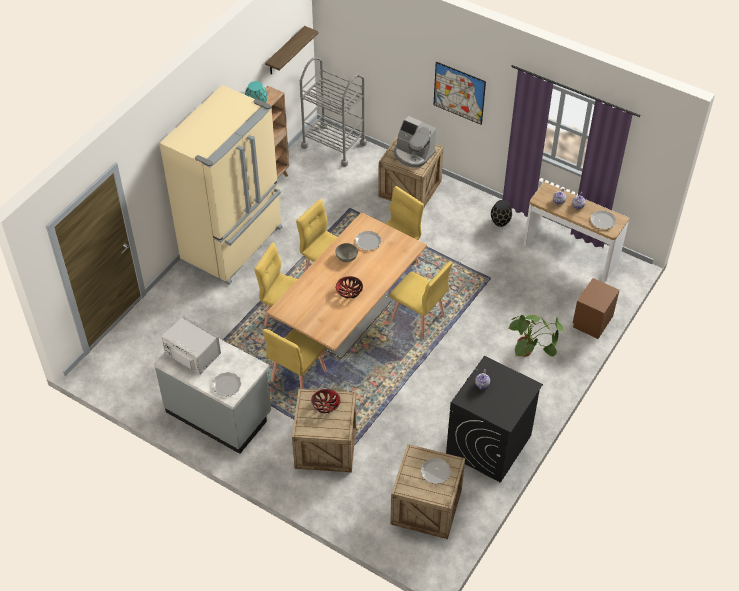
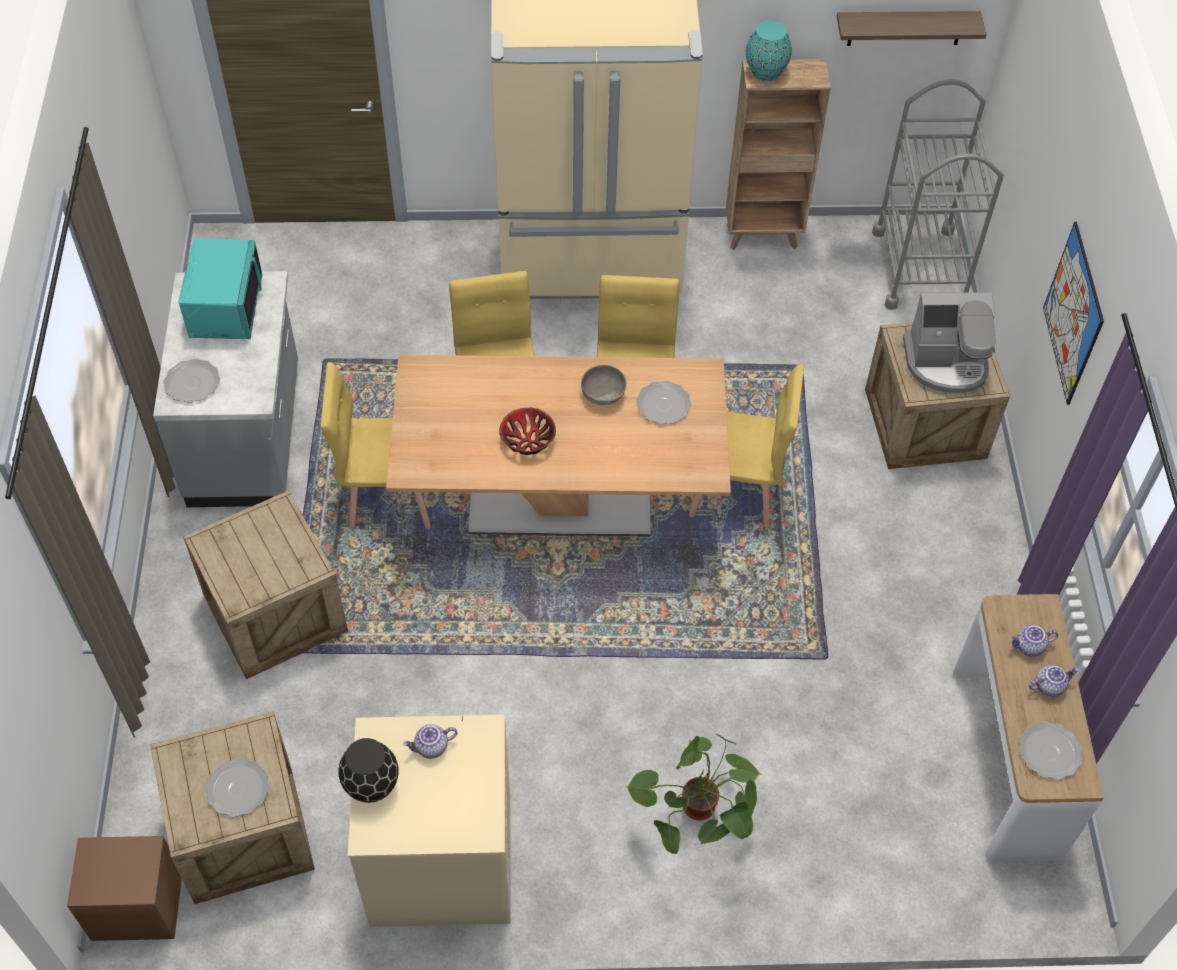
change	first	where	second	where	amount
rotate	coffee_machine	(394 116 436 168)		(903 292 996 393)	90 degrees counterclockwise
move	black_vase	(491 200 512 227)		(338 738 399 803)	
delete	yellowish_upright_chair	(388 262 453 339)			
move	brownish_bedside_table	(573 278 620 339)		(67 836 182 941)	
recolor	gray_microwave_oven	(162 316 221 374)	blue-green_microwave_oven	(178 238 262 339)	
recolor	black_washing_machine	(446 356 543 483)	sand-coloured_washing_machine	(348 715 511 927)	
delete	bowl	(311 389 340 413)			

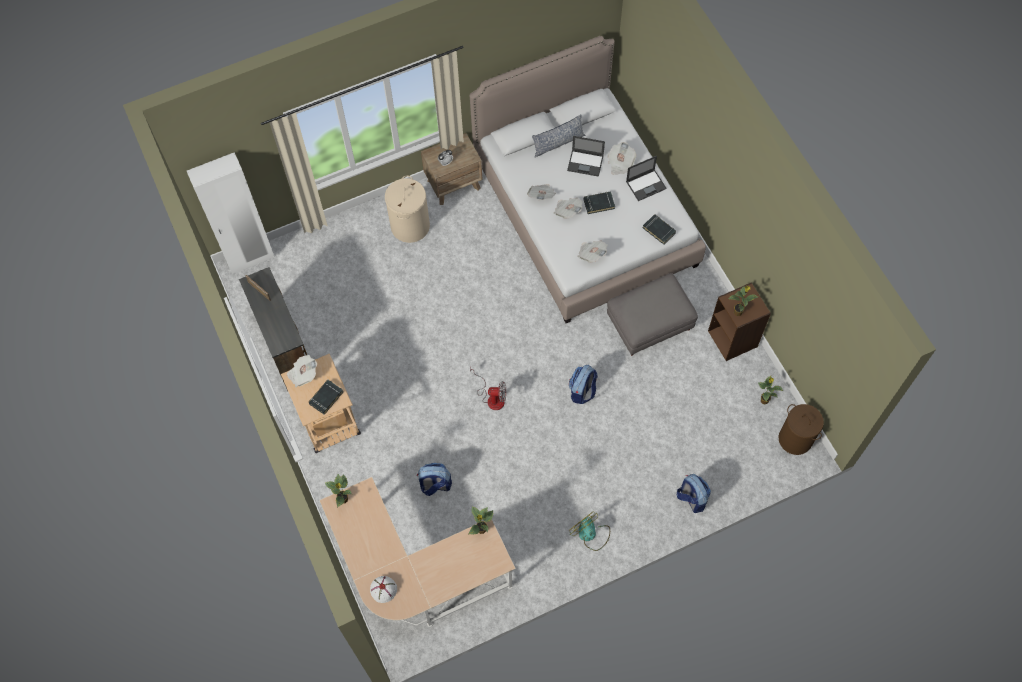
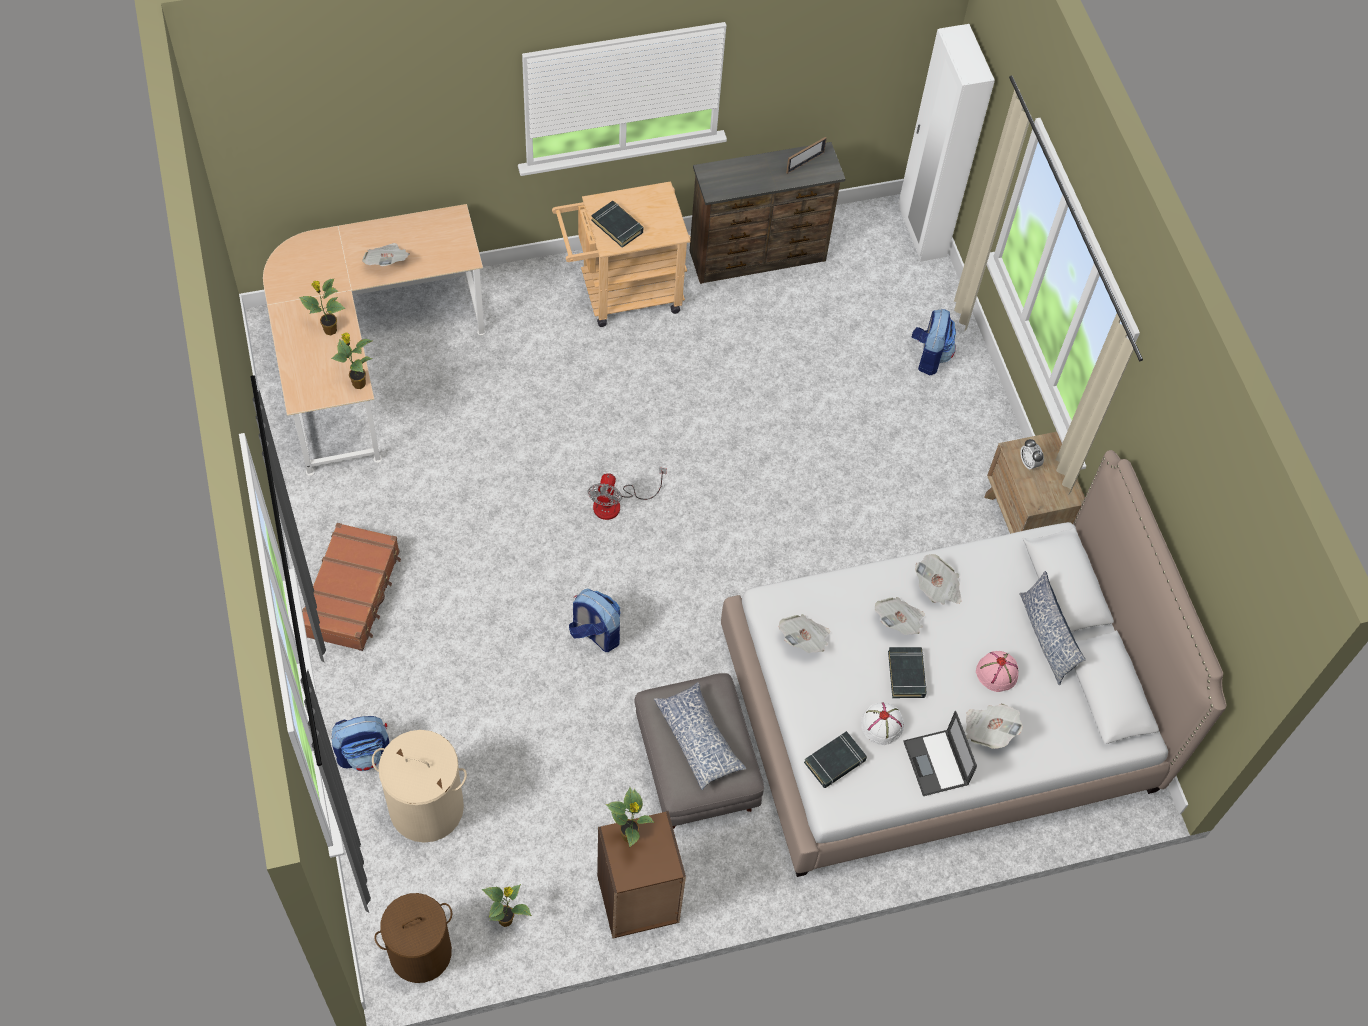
change	first	where	second	where	amount
replace	laptop	(567 136 605 177)	pinkish_clothing_hat	(976 651 1018 692)	
move	sand-coloured_laundry_basket	(385 175 430 243)		(372 730 467 843)	
move	newspaper	(287 355 317 387)		(362 243 410 267)	
move	rucksack	(417 463 452 496)		(912 309 956 375)	
move	potted_plant	(325 474 352 508)		(299 278 345 335)	
replace	electric_fan	(569 511 610 551)	brownish_travel_case	(302 523 401 651)	
move	white-coloured_clothing_hat	(370 576 397 603)		(861 703 904 745)	
insert			pillow	(654 682 746 790)	

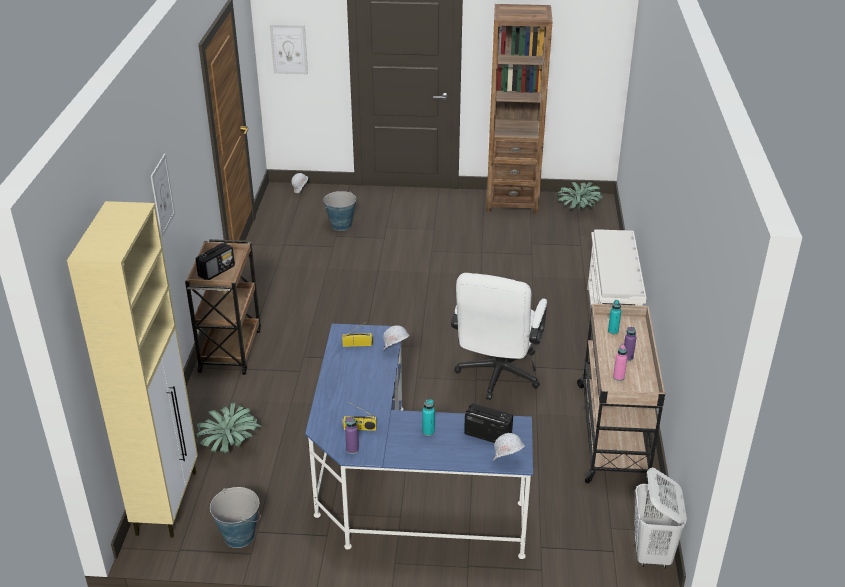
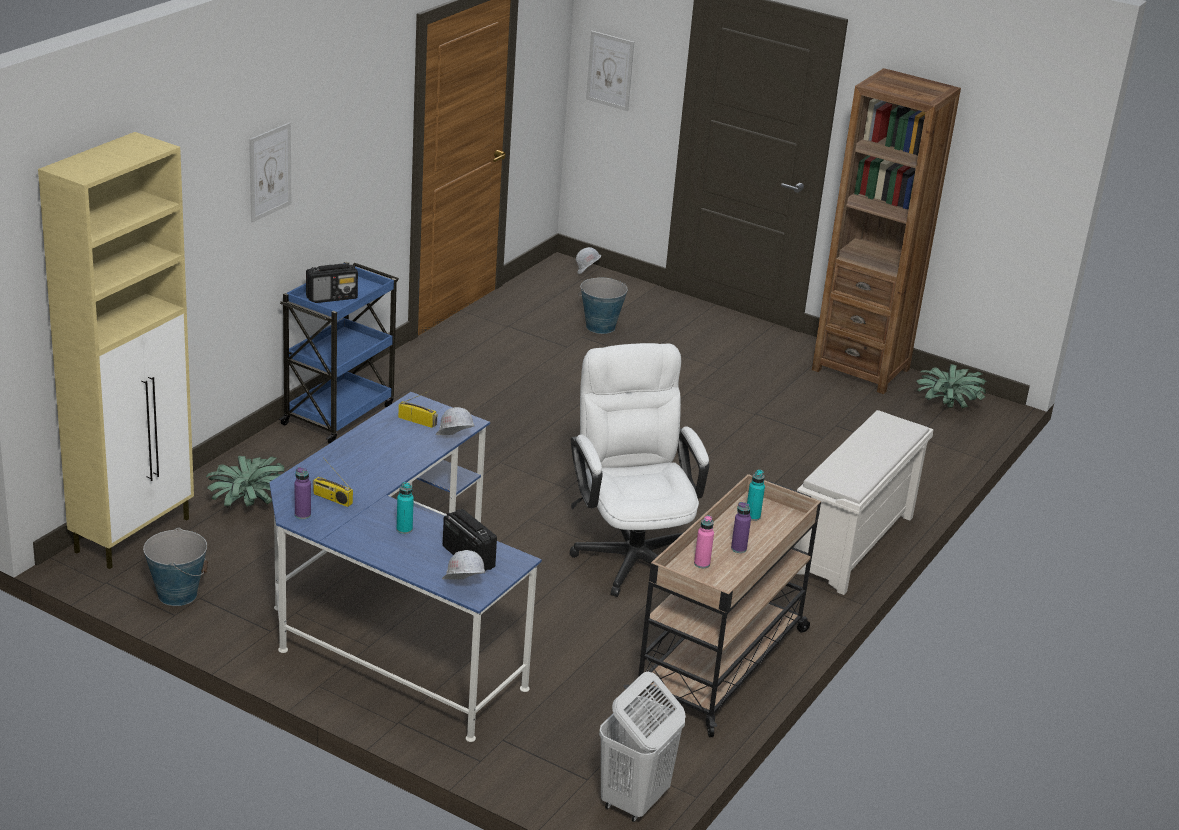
change	first	where	second	where	amount
recolor	brownish_cart	(185 239 261 375)	blue_cart	(279 261 399 444)	
rotate	white-coloured_desk_chair	(451 273 547 400)		(570 343 709 597)	120 degrees clockwise

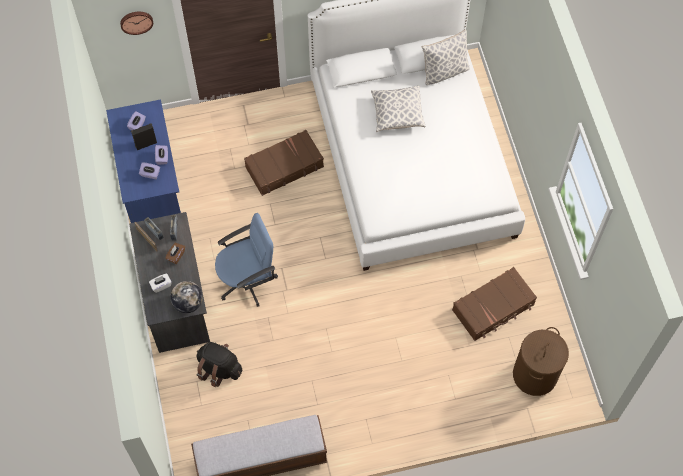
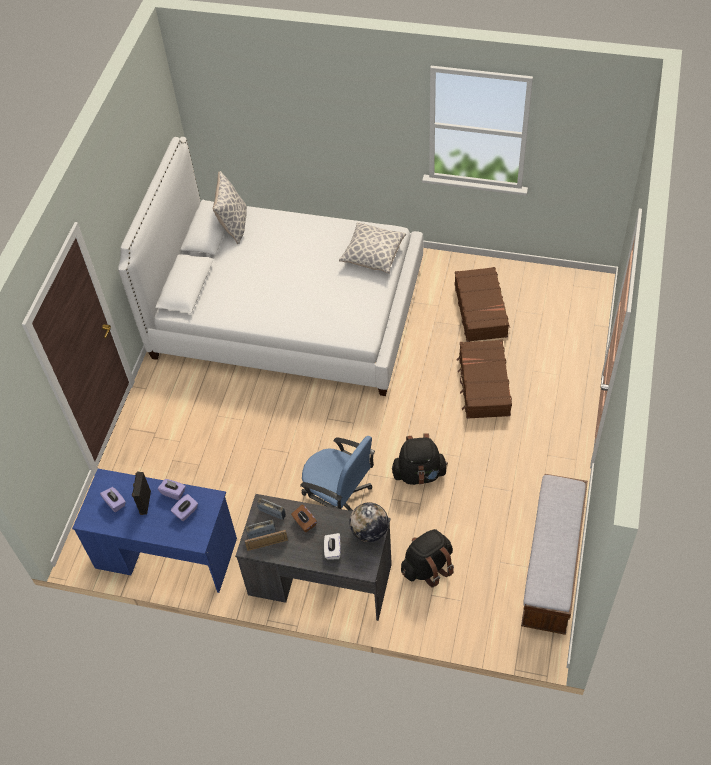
change	first	where	second	where	amount
delete	clock_on_the_wall	(120 12 153 35)			
move	pillow	(371 86 426 132)		(339 222 406 274)	
move	brownish_travel_case	(244 130 324 196)		(456 340 512 419)	
rotate	blue_desk_chair	(215 213 278 307)		(300 436 375 511)	120 degrees clockwise
delete	brownish_laundry_basket	(513 327 569 396)			
insert			black_rucksack	(392 433 448 485)	

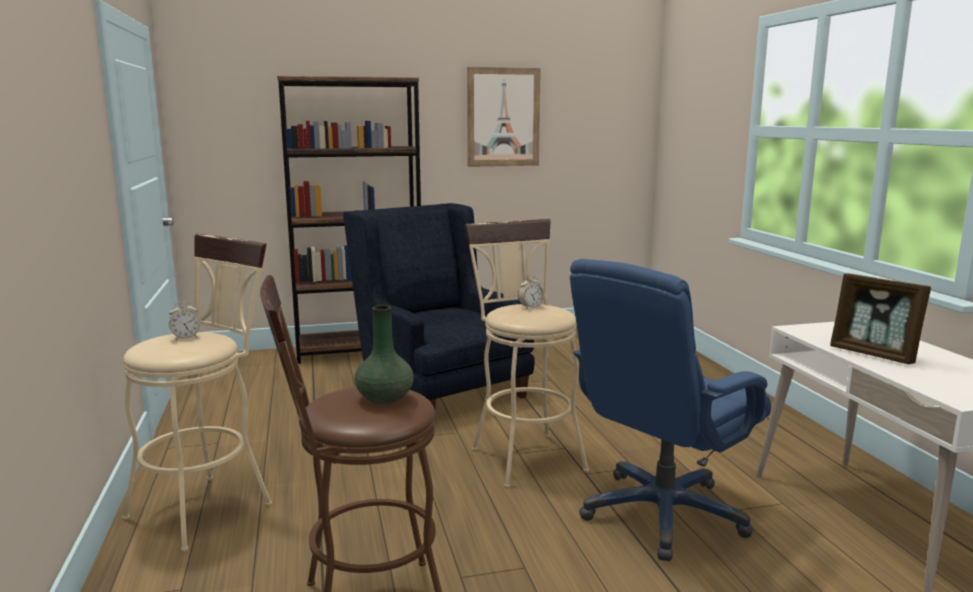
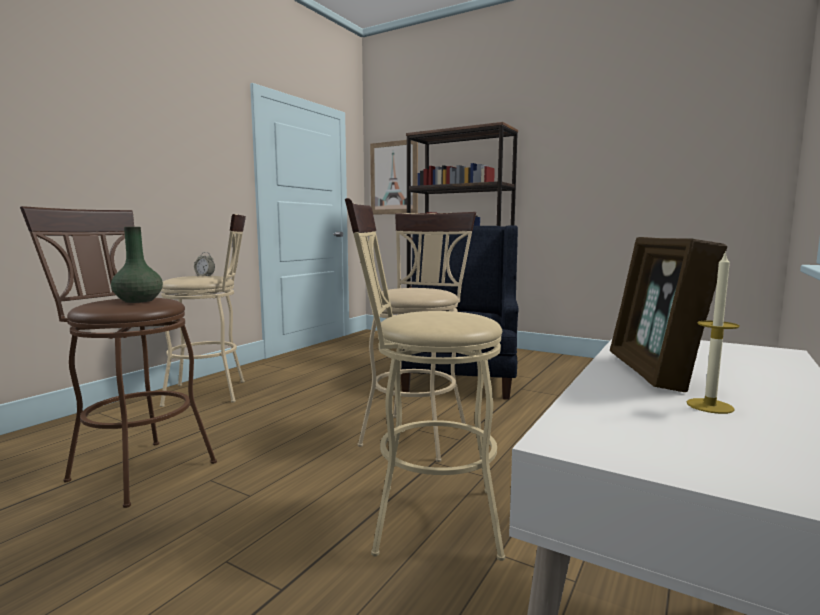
change	first	where	second	where	amount
move	picture	(467 67 541 167)		(370 140 418 215)	
replace	blue_desk_chair	(570 259 771 561)	sand-coloured_stool	(345 198 505 561)	
delete	alarm_clock	(518 275 545 309)			
insert			wax_candle	(686 251 740 414)	

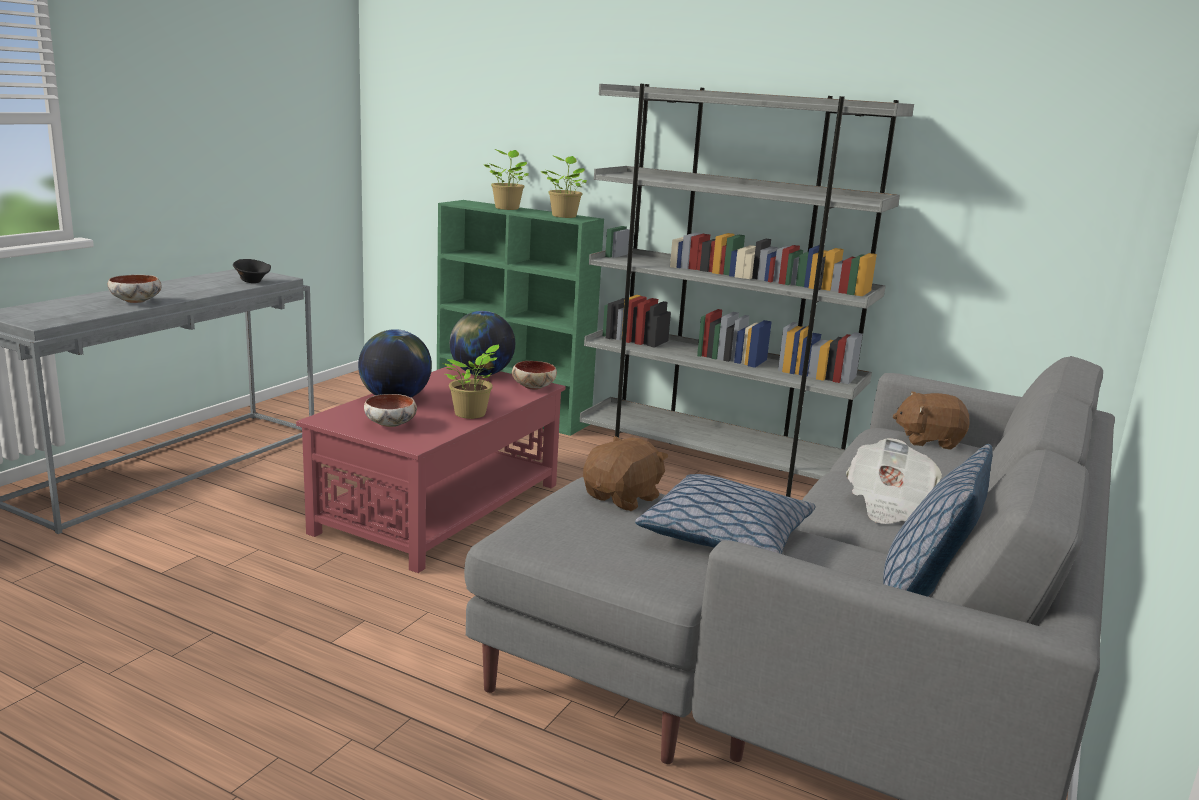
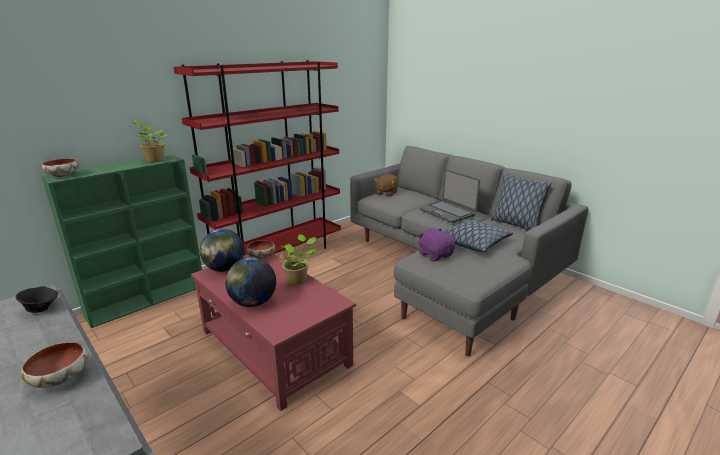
change	first	where	second	where	amount
recolor	gray_shelving_unit	(580 84 914 497)	reddish_shelving_unit	(174 60 341 255)	
delete	potted_plant	(484 149 529 210)			
move	bowl	(364 394 417 427)		(42 158 78 177)	
recolor	brownish_cuddly_toy	(583 436 669 511)	purplish_cuddly_toy	(418 228 455 261)	
replace	newspaper	(846 438 942 524)	laptop	(419 169 480 223)	

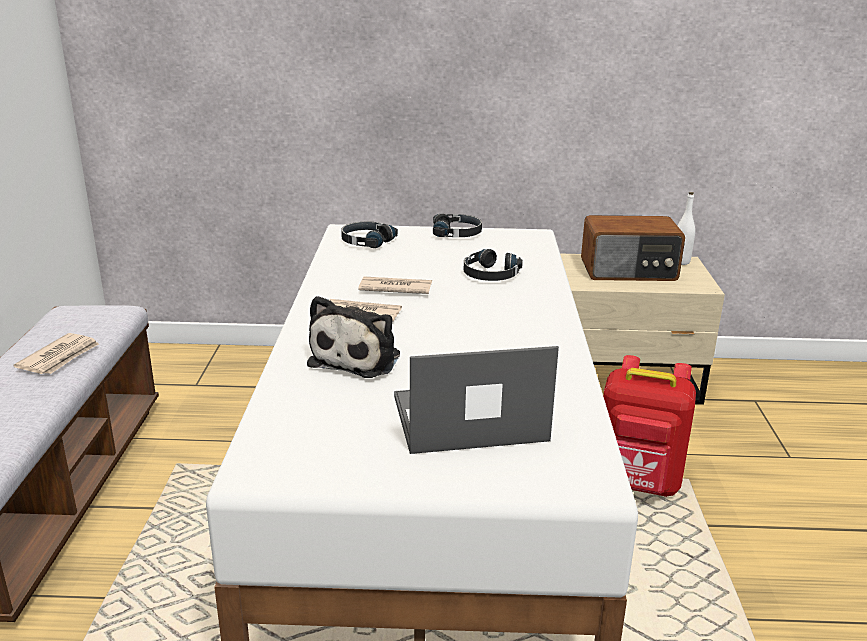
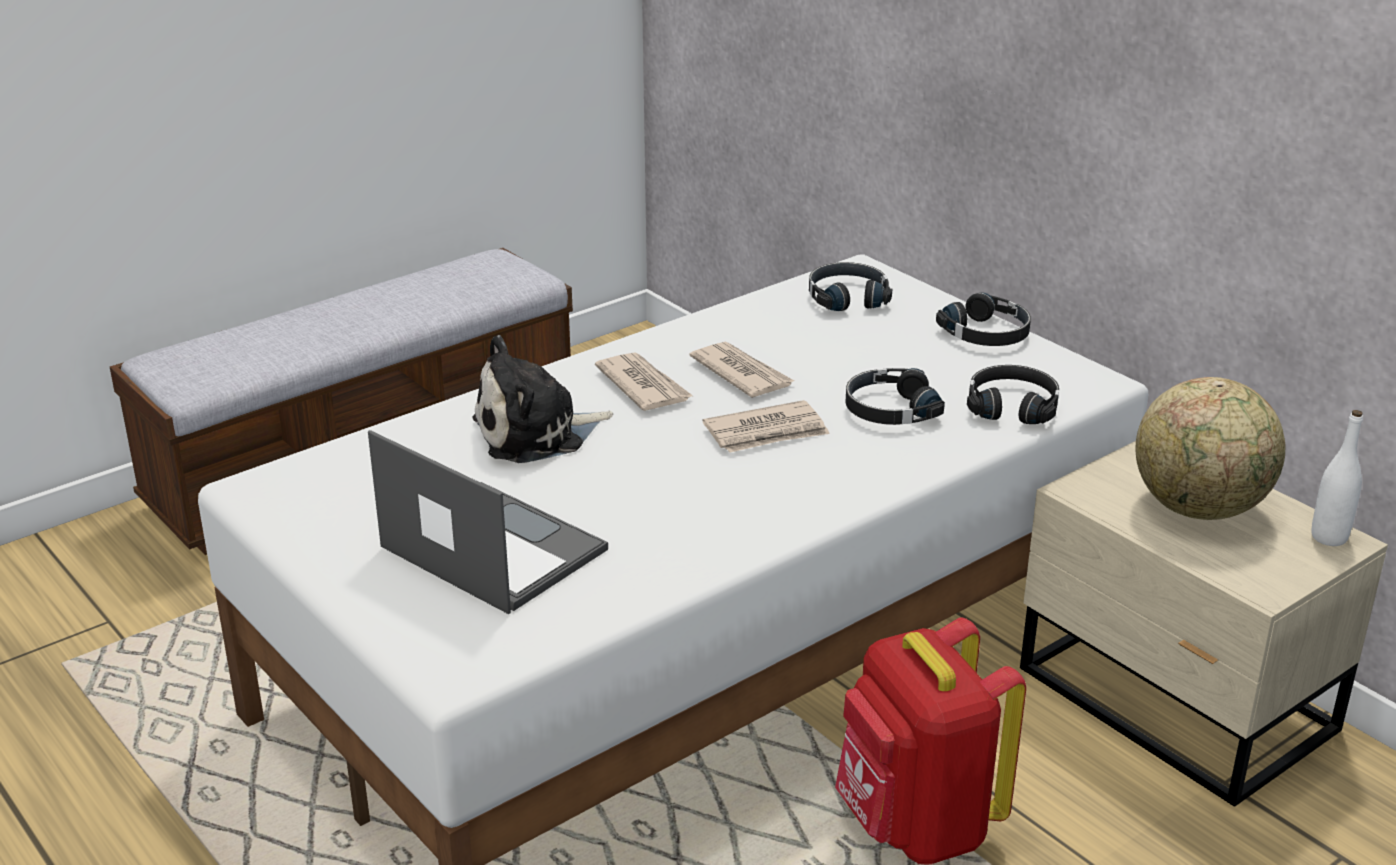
change	first	where	second	where	amount
replace	radio_receiver	(581 215 685 281)	globe	(1136 377 1286 520)	
move	newspaper	(14 333 99 374)		(703 400 830 453)	
insert			black_headphones	(967 365 1059 424)	

